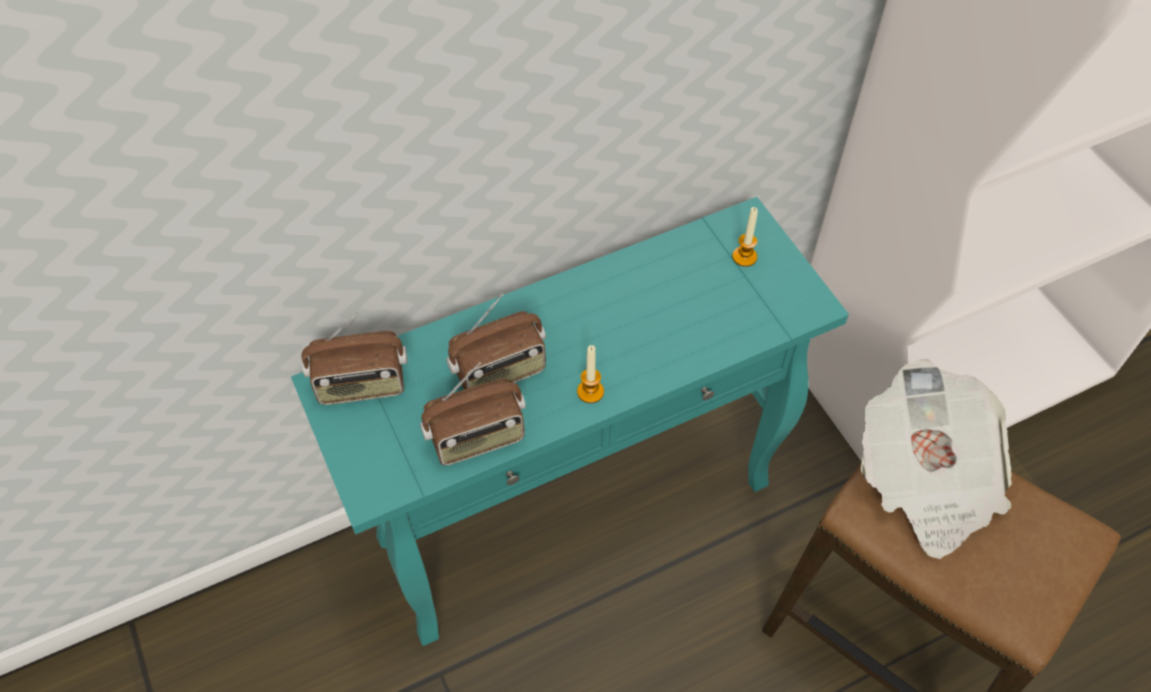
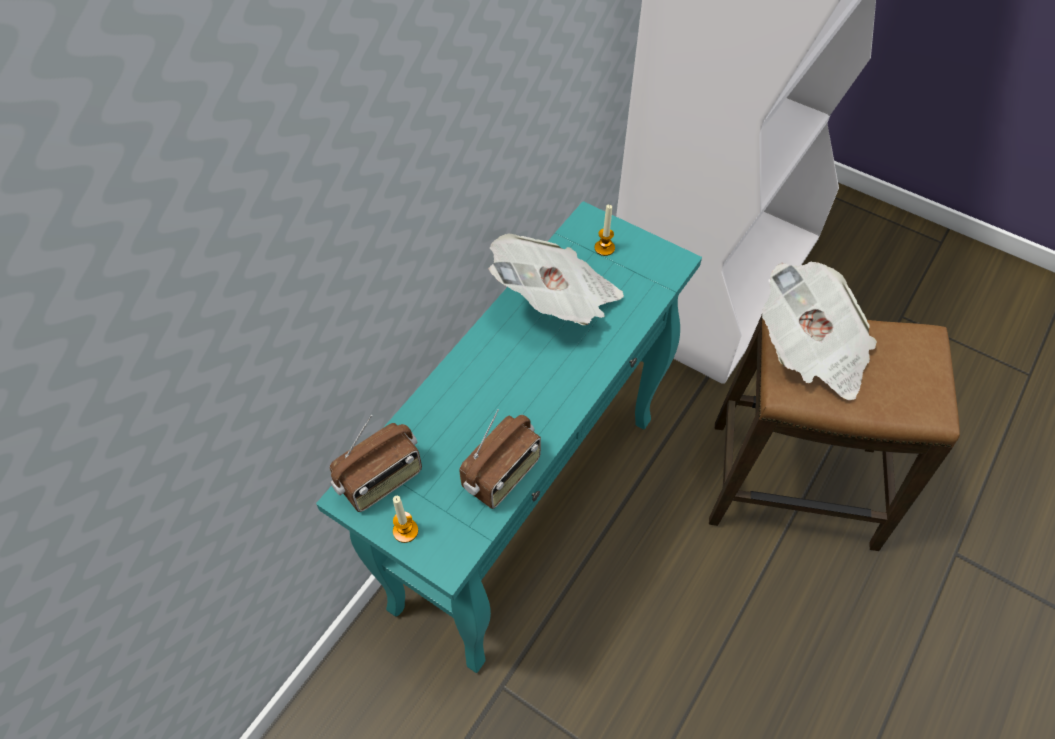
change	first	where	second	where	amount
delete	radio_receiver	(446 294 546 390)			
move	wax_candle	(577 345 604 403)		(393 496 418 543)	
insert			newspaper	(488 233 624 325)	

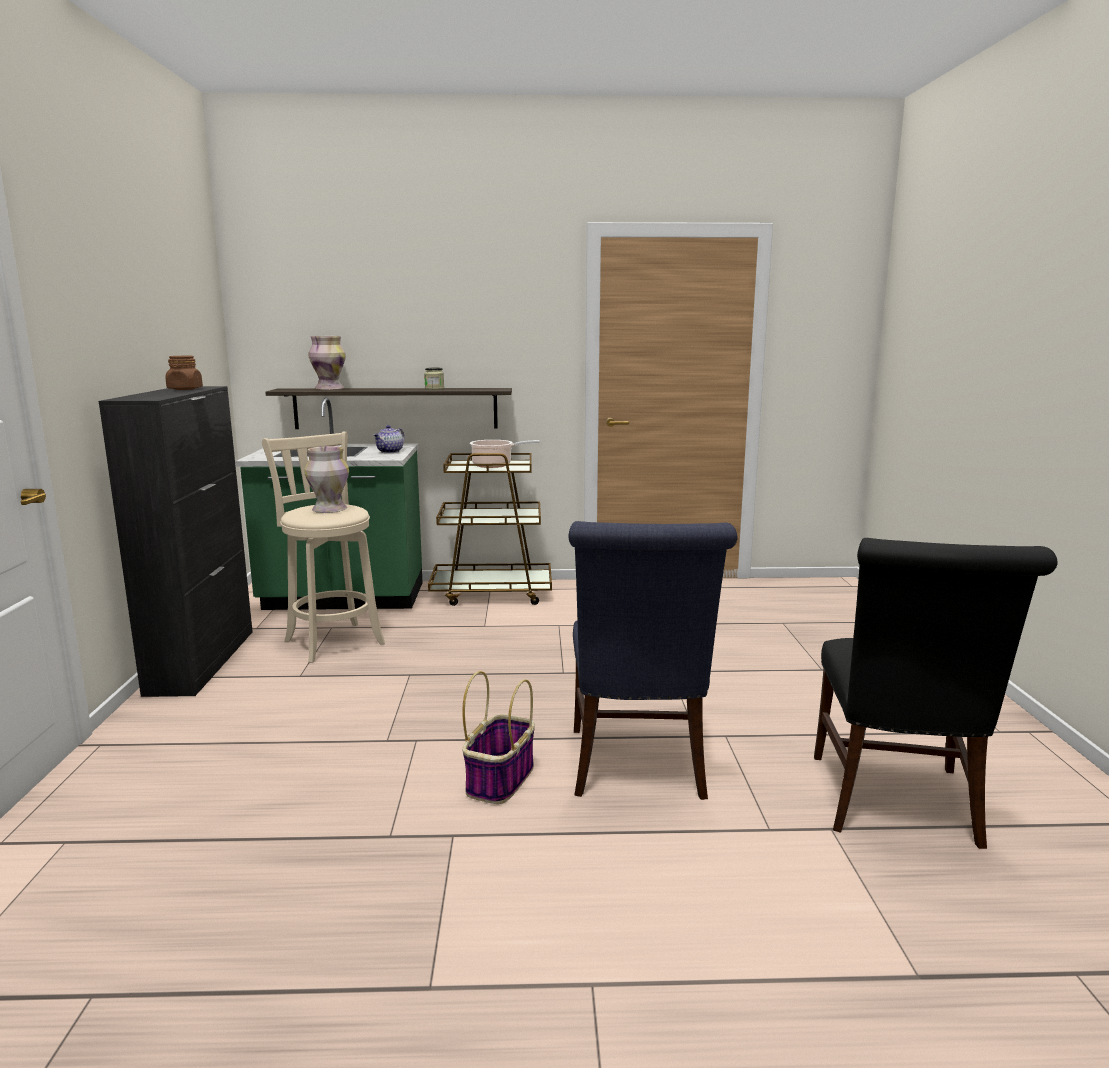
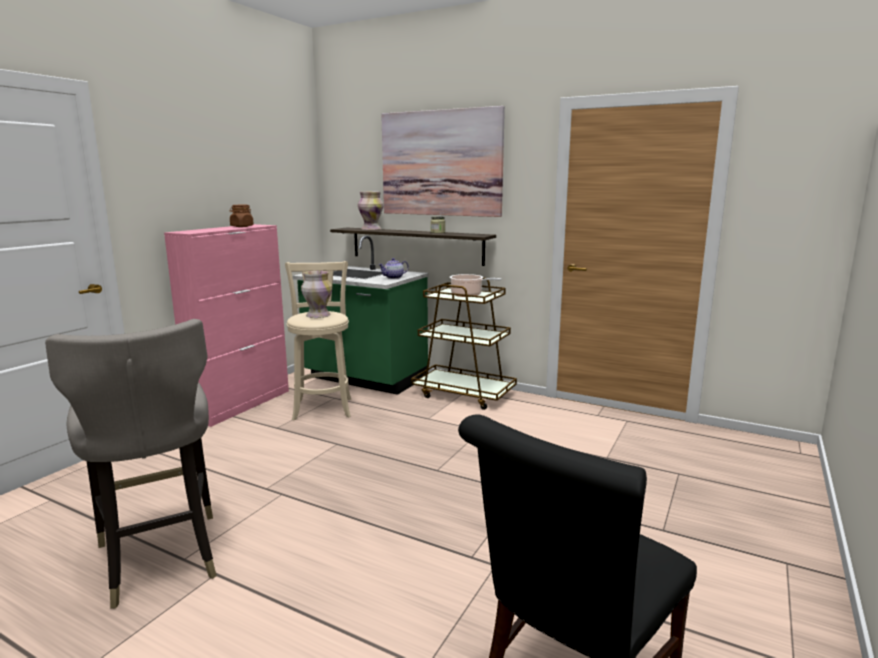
change	first	where	second	where	amount
recolor	black_storage_cabinet	(99 386 253 697)	pinkish_storage_cabinet	(164 224 289 427)	
delete	blue_upright_chair	(568 521 738 800)			
delete	basket	(462 671 535 804)			
insert			picture	(381 106 505 217)	
insert			gray_stool	(45 319 217 609)	

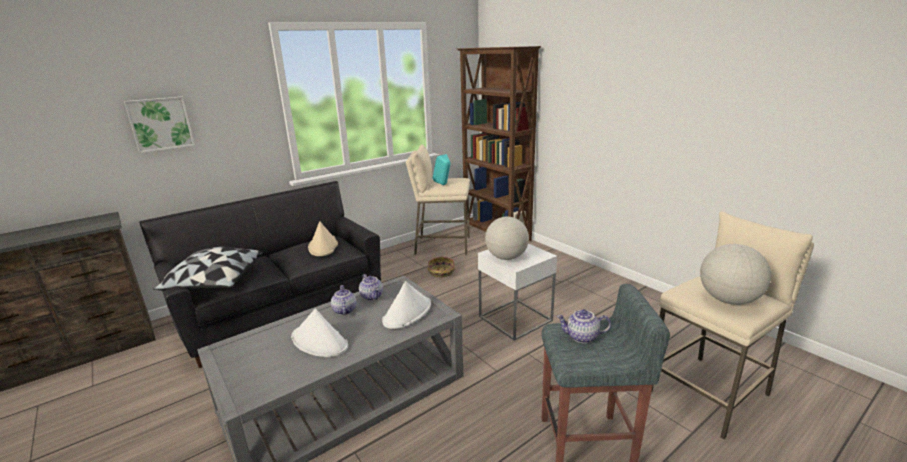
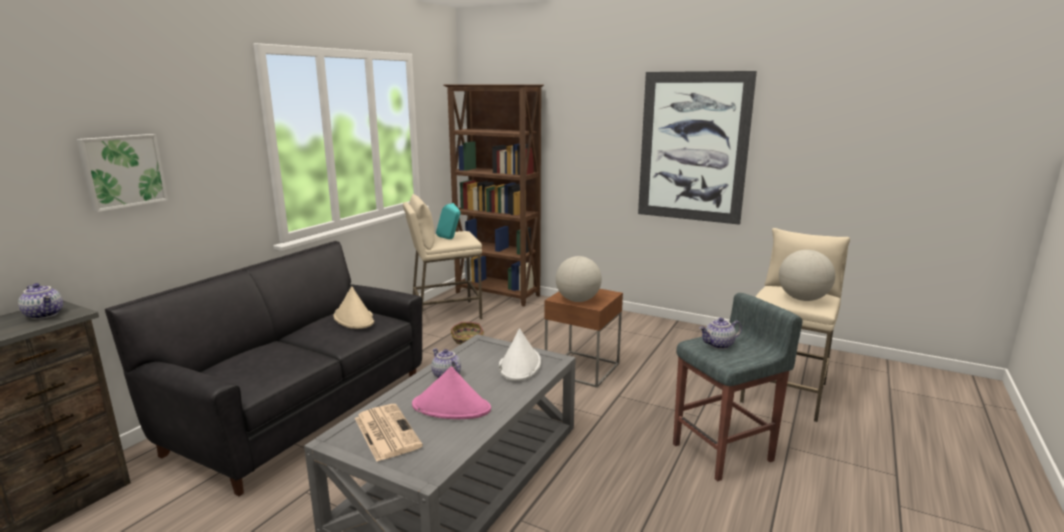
change	first	where	second	where	amount
recolor	white-coloured_end_table	(478 243 557 341)	brownish_end_table	(545 289 623 388)	
delete	pillow	(154 247 263 290)			
move	tea_pot	(359 274 383 301)		(18 283 63 319)	
recolor	white-coloured_clothing_hat	(291 309 348 357)	pinkish_clothing_hat	(412 367 491 419)	
insert			picture	(638 71 757 225)	
insert			newspaper	(355 404 423 462)	

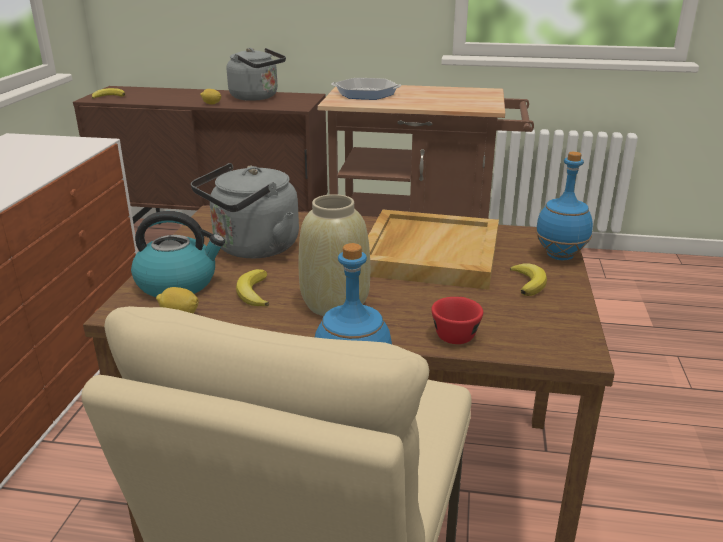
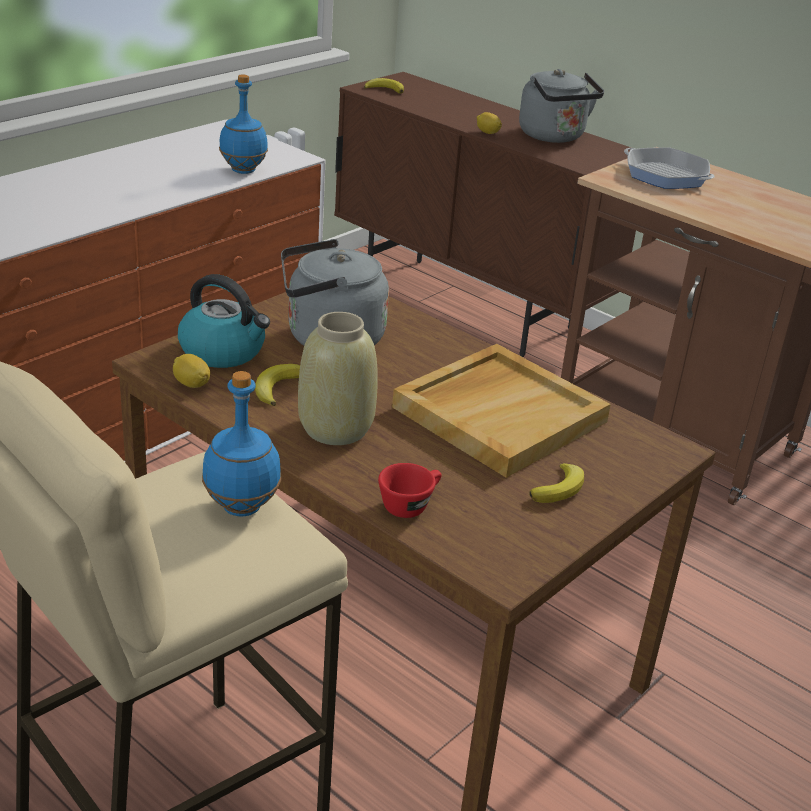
change	first	where	second	where	amount
move	blue_beverage_bottle	(536 152 593 260)		(219 74 268 174)	

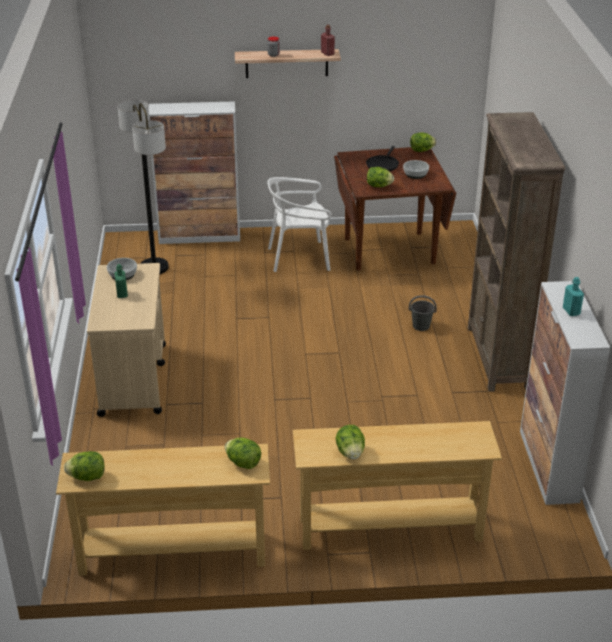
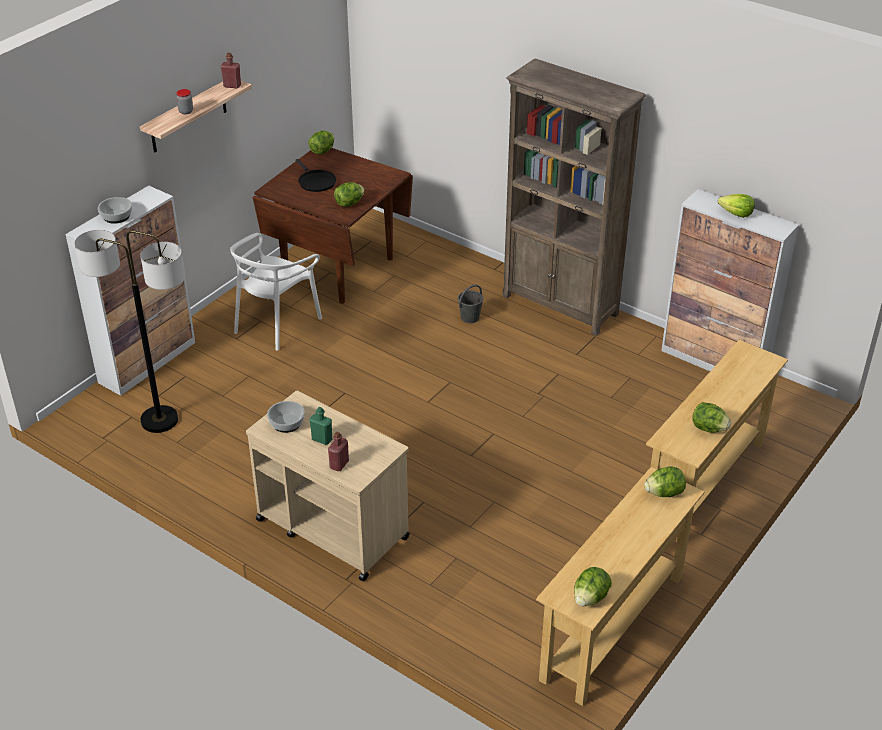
change	first	where	second	where	amount
move	bowl	(403 160 429 179)		(98 197 132 224)	
replace	blue-green_beverage_bottle	(563 277 584 316)	lettuce_head	(718 194 755 218)	
insert			reddish_beverage_bottle	(328 432 349 471)	

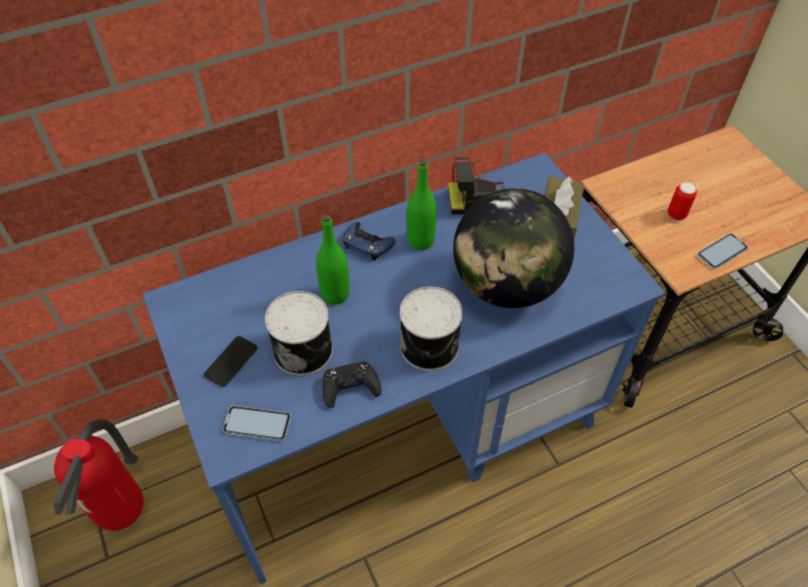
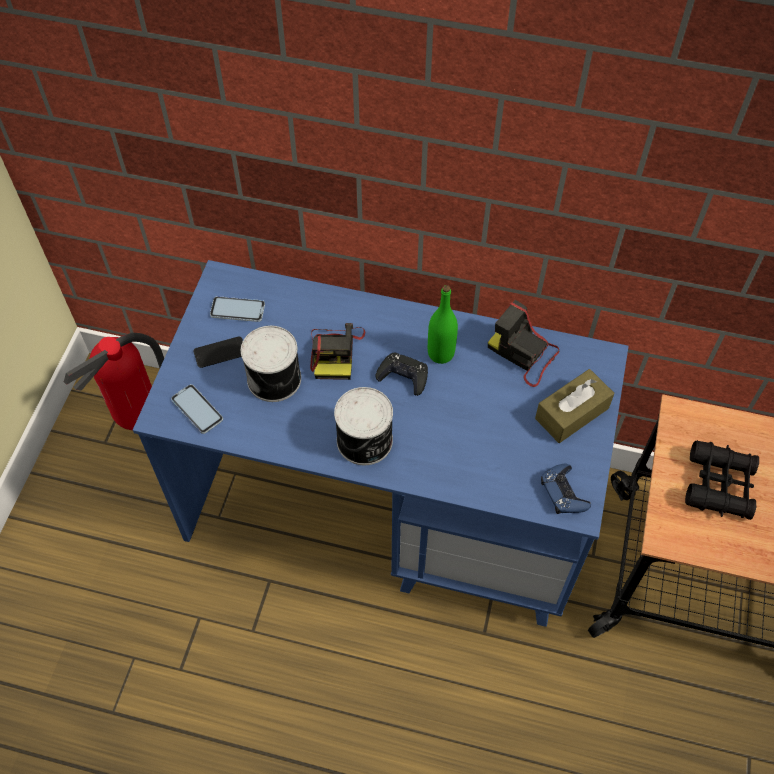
change	first	where	second	where	amount
replace	metal_can	(667 182 697 220)	black_field_glasses	(685 440 759 520)	
delete	globe	(453 188 574 308)			
replace	green_beverage_bottle	(316 214 350 305)	photo_camera	(310 323 365 380)	
move	blue_gamepad	(343 222 395 261)		(541 463 591 514)	
move	handset	(697 233 748 269)		(210 296 265 322)	
move	black_gamepad	(322 361 382 408)		(376 352 428 396)	

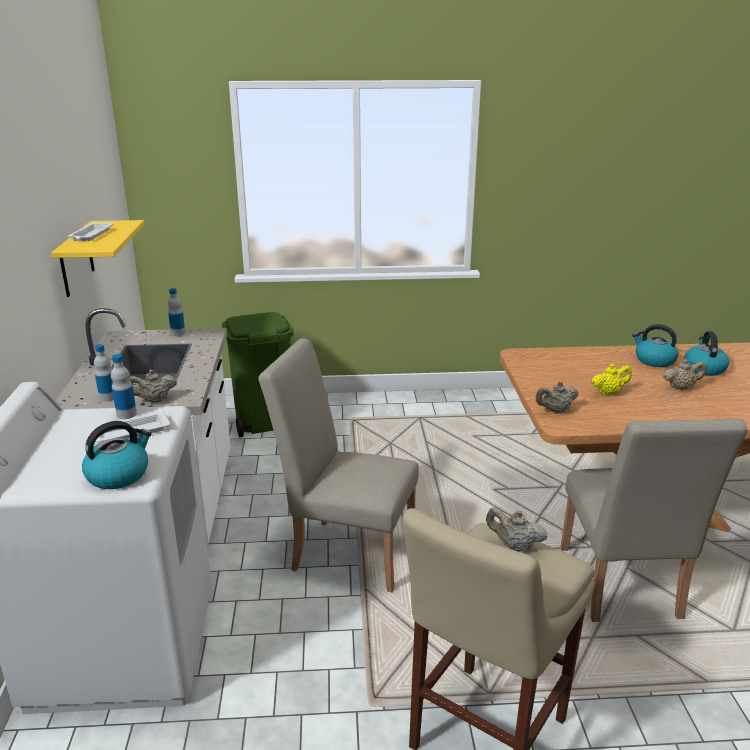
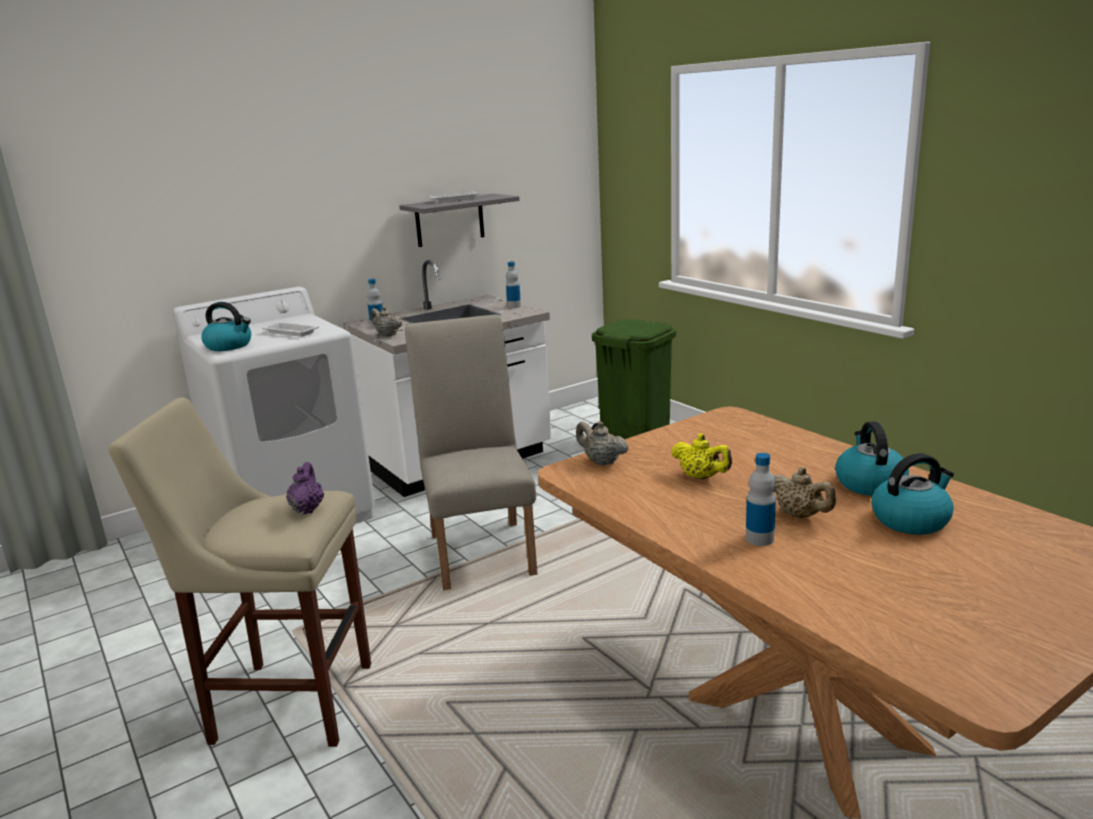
change	first	where	second	where	amount
recolor	yellowish_shelf	(51 220 145 297)	gray_shelf	(399 194 519 247)	
move	beverage_bottle	(111 354 137 419)		(746 453 776 546)	
delete	sand-coloured_upright_chair	(560 419 747 622)			
recolor	sand-coloured_tea_pot	(486 507 547 552)	purplish_tea_pot	(286 462 324 514)	

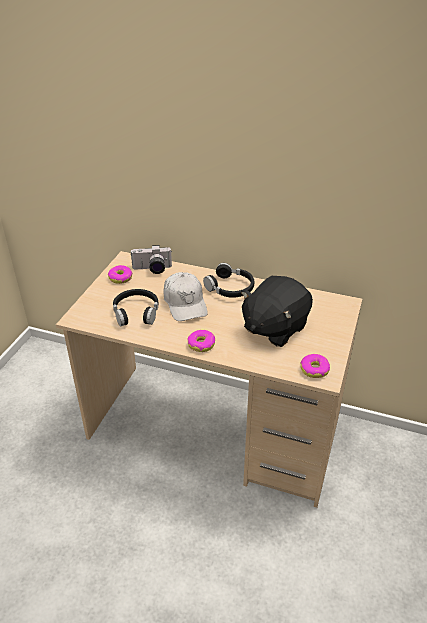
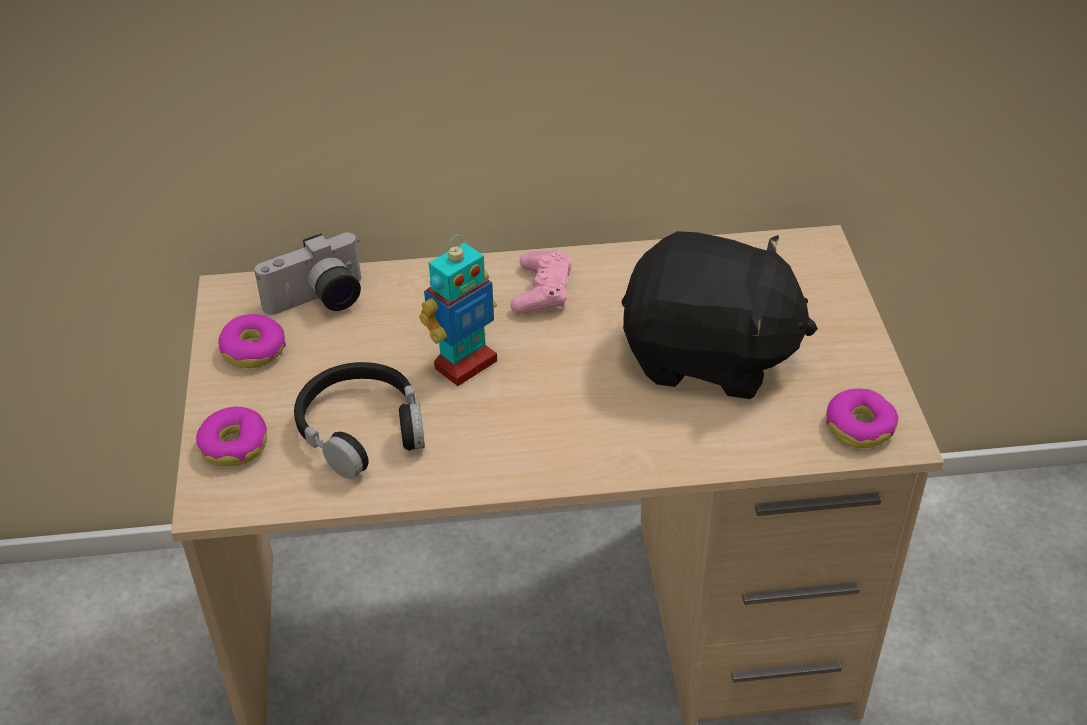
change	first	where	second	where	amount
replace	black_headphones	(203 263 254 298)	pinkish_gamepad	(511 250 572 314)	
replace	white-coloured_peaked_cap	(163 272 208 321)	model_robot	(419 235 497 386)	
rotate	black_cuddly_toy	(241 276 313 347)		(622 231 818 399)	90 degrees counterclockwise
move	donut	(188 330 215 352)		(196 407 267 466)	

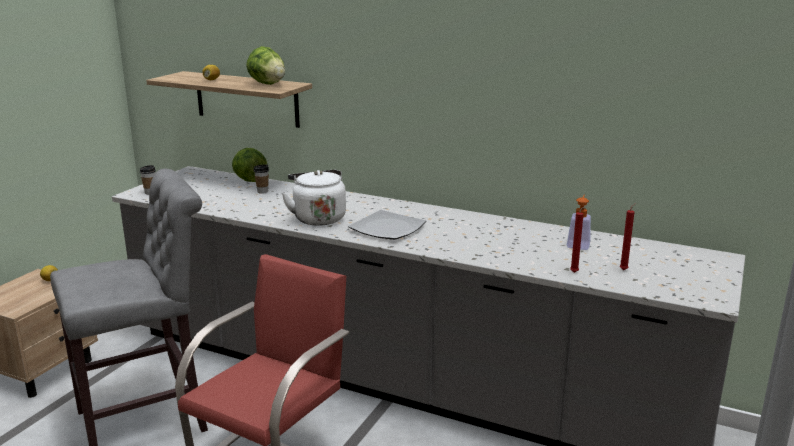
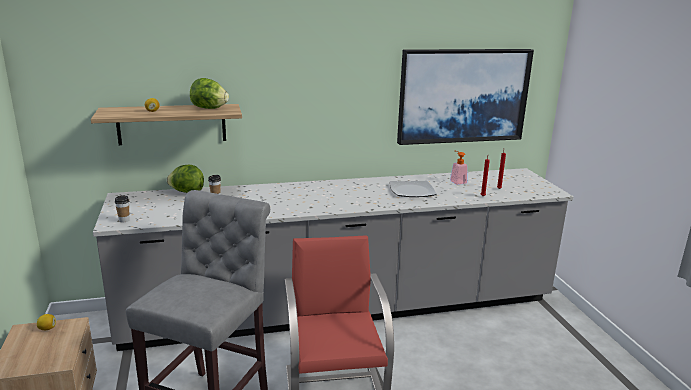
change	first	where	second	where	amount
delete	white-coloured_tea_kettle	(282 170 346 226)			
move	plate	(348 210 426 240)		(390 181 436 197)	
insert			picture	(397 49 534 145)	

